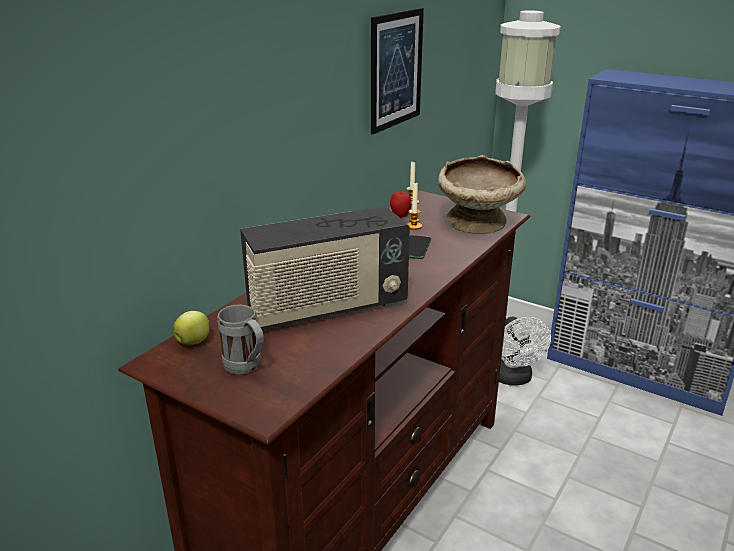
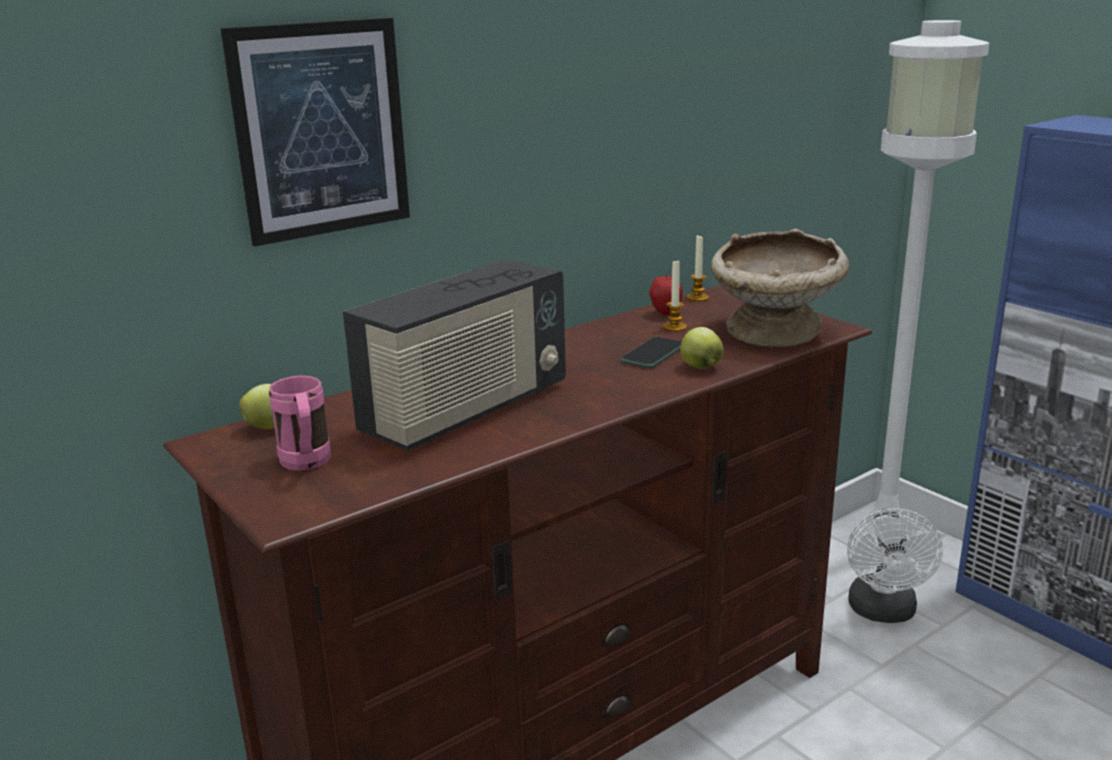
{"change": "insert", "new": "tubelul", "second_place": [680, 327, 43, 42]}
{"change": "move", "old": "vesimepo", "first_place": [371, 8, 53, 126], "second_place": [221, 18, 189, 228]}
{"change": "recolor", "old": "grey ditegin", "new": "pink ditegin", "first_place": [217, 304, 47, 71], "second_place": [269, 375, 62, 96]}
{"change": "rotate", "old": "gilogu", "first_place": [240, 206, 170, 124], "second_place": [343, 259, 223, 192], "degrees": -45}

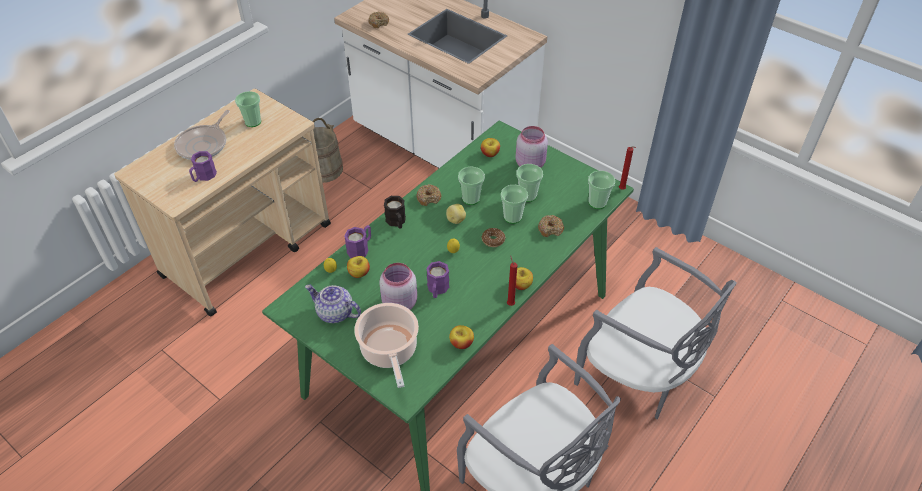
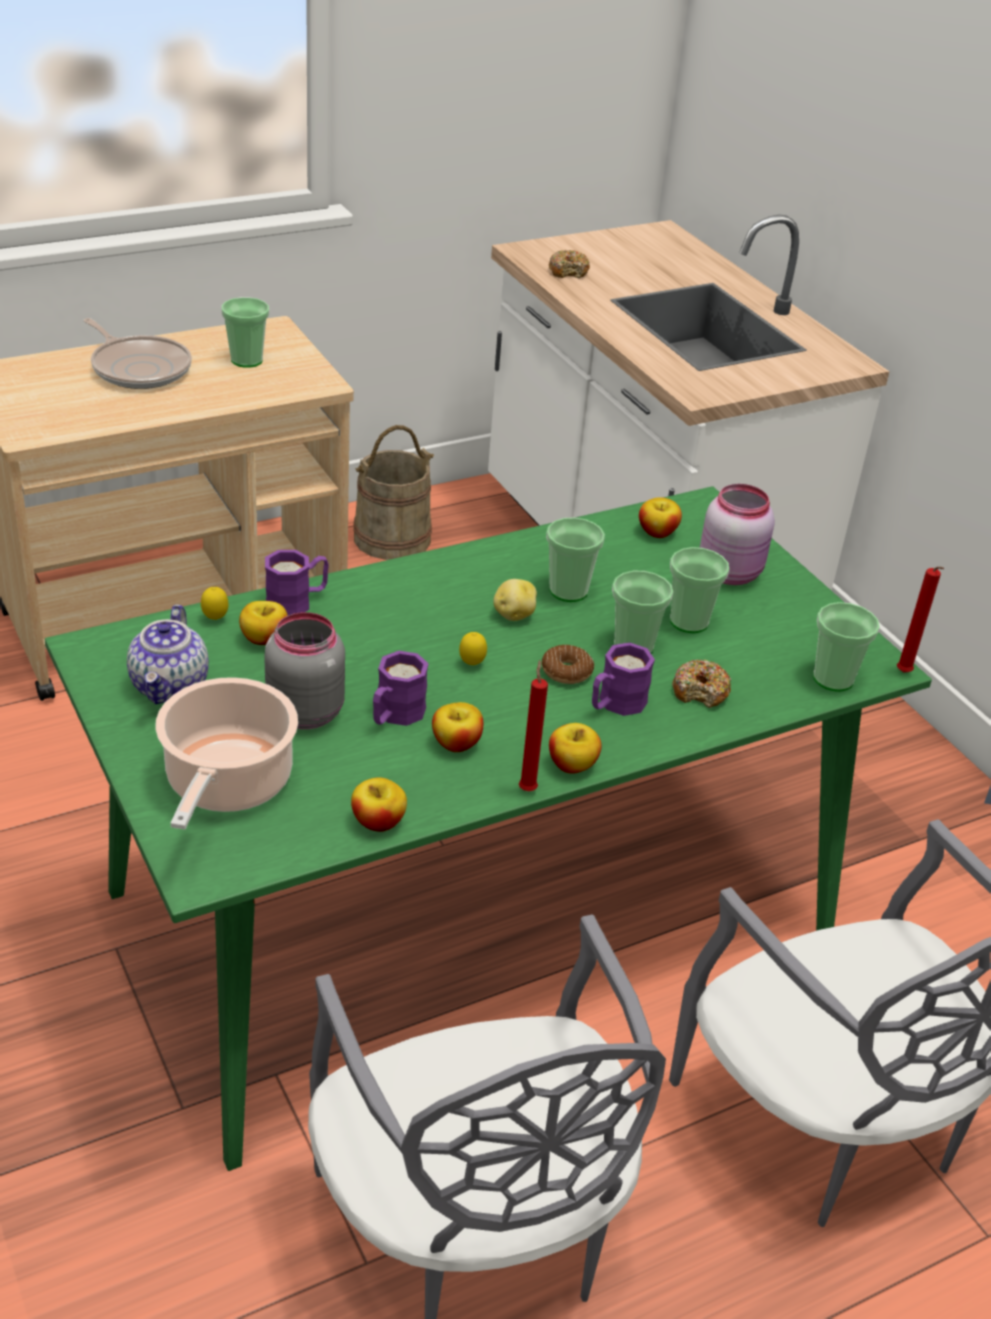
{"change": "delete", "old": "black ditegin", "first_place": [384, 196, 22, 33]}
{"change": "delete", "old": "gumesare", "first_place": [416, 184, 25, 22]}
{"change": "insert", "new": "tubelul", "second_place": [432, 702, 51, 50]}
{"change": "move", "old": "purple ditegin", "first_place": [189, 151, 28, 31], "second_place": [592, 642, 63, 74]}
{"change": "recolor", "old": "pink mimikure", "new": "grey mimikure", "first_place": [379, 263, 38, 47], "second_place": [264, 612, 81, 117]}
{"change": "rotate", "old": "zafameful", "first_place": [174, 110, 56, 50], "second_place": [84, 318, 108, 71], "degrees": -90}
{"change": "rotate", "old": "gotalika", "first_place": [305, 284, 56, 39], "second_place": [127, 604, 82, 100], "degrees": -135}

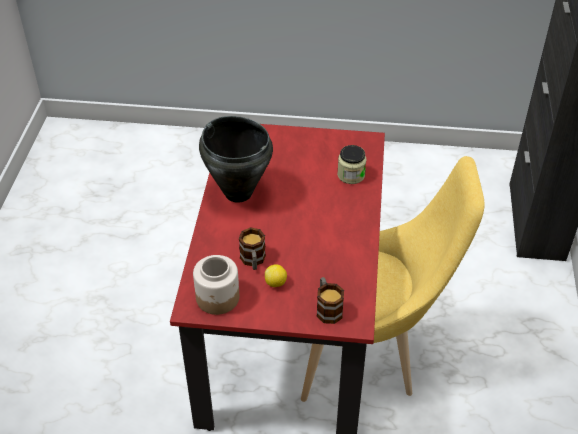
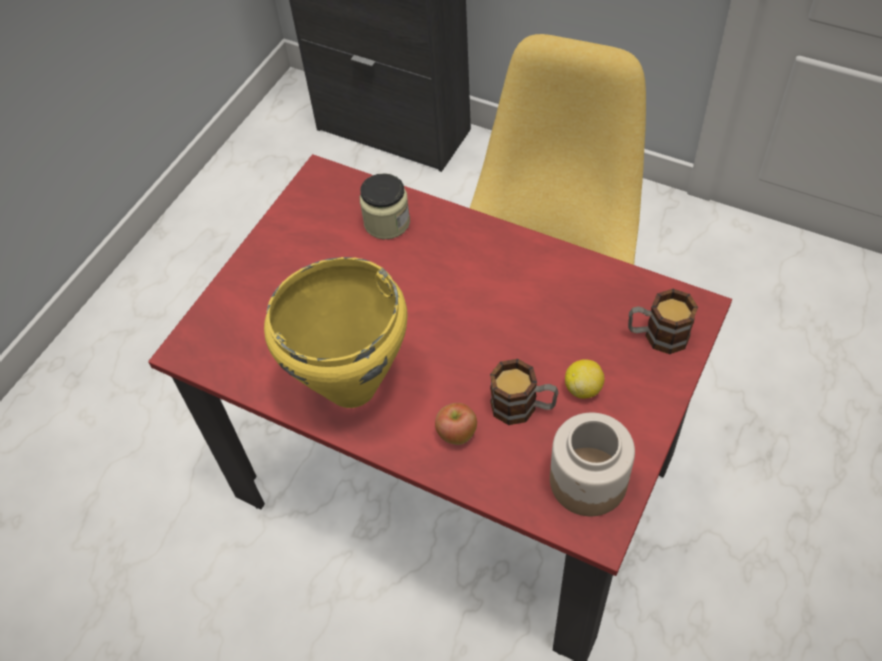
{"change": "insert", "new": "tubelul", "second_place": [435, 403, 42, 42]}
{"change": "recolor", "old": "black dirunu", "new": "yellow dirunu", "first_place": [199, 116, 74, 87], "second_place": [264, 257, 143, 151]}

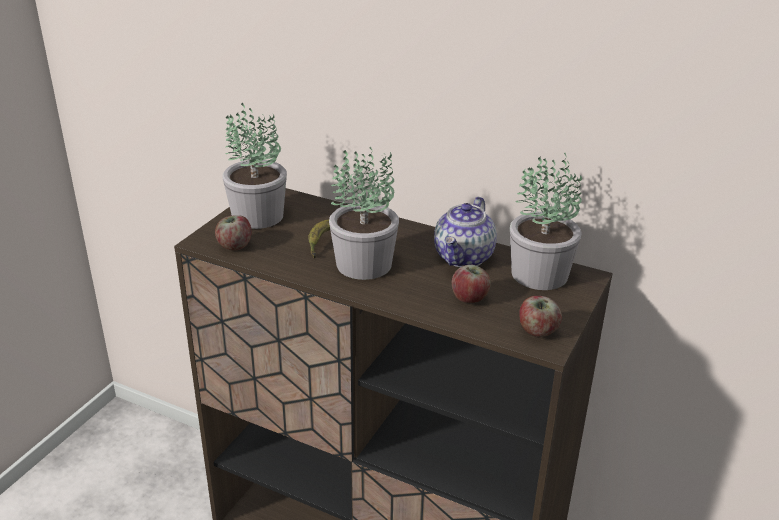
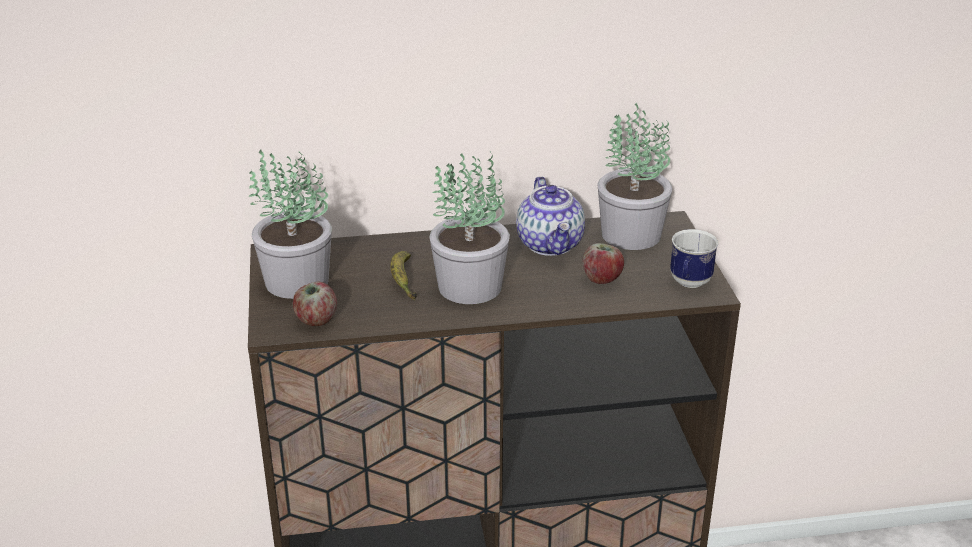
{"change": "replace", "old": "tubelul", "new": "ditegin", "first_place": [519, 296, 43, 41], "second_place": [670, 229, 49, 59]}

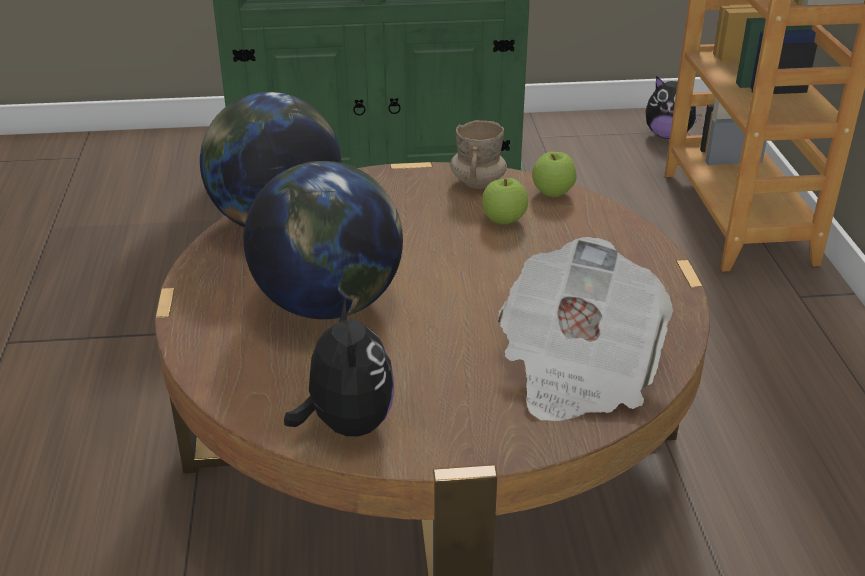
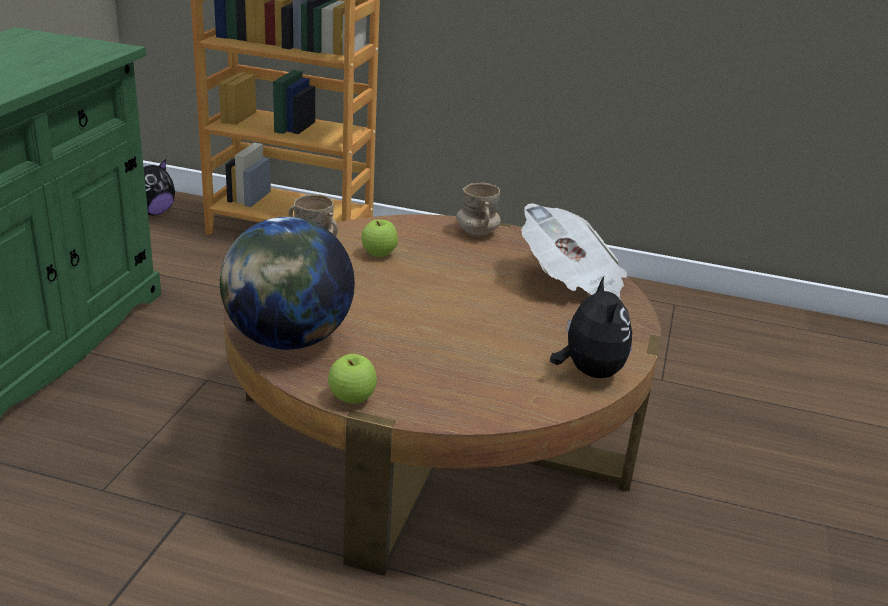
{"change": "delete", "old": "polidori", "first_place": [244, 161, 159, 158]}
{"change": "insert", "new": "beige ditegin", "second_place": [456, 183, 45, 54]}
{"change": "move", "old": "tubelul", "first_place": [532, 152, 45, 45], "second_place": [328, 354, 49, 50]}
{"change": "rotate", "old": "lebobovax", "first_place": [284, 297, 110, 139], "second_place": [550, 276, 82, 102], "degrees": 75}

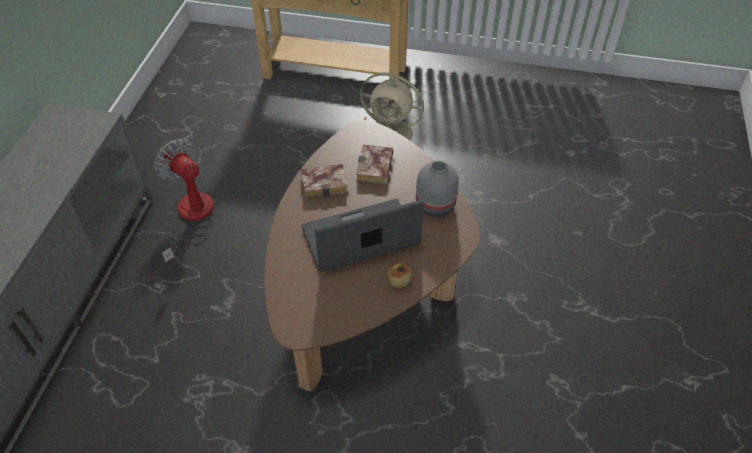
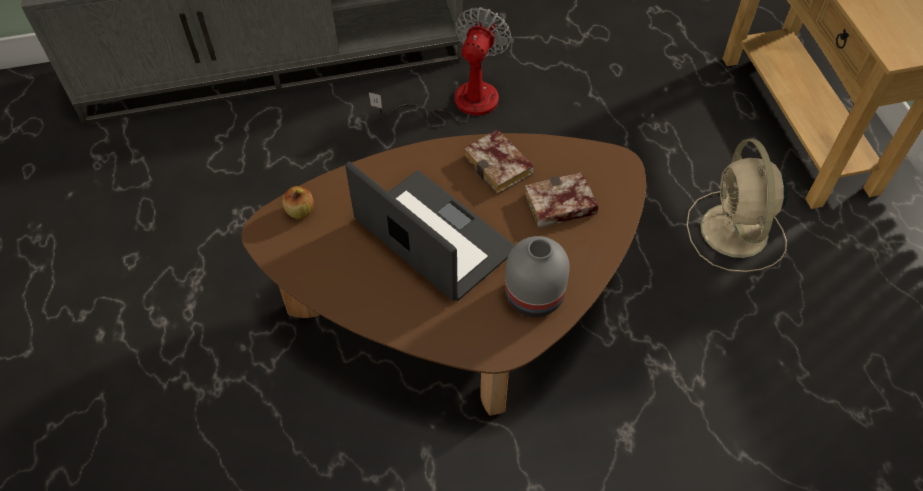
{"change": "move", "old": "tubelul", "first_place": [387, 262, 24, 26], "second_place": [282, 186, 32, 33]}

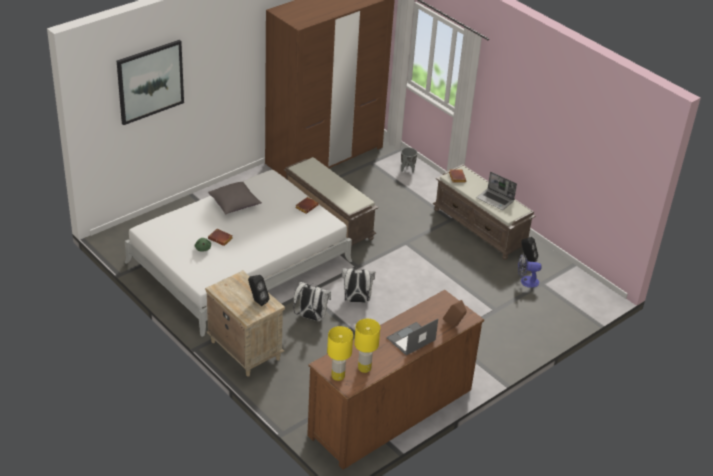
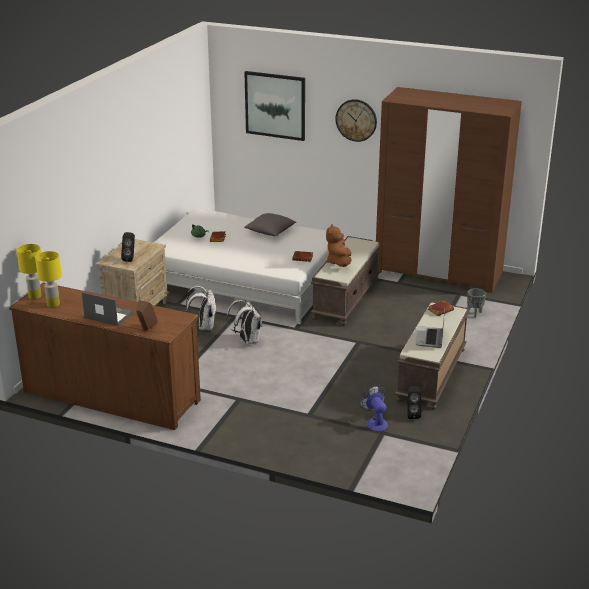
{"change": "insert", "new": "brown lebobovax", "second_place": [326, 224, 25, 43]}
{"change": "insert", "new": "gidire", "second_place": [336, 99, 41, 43]}

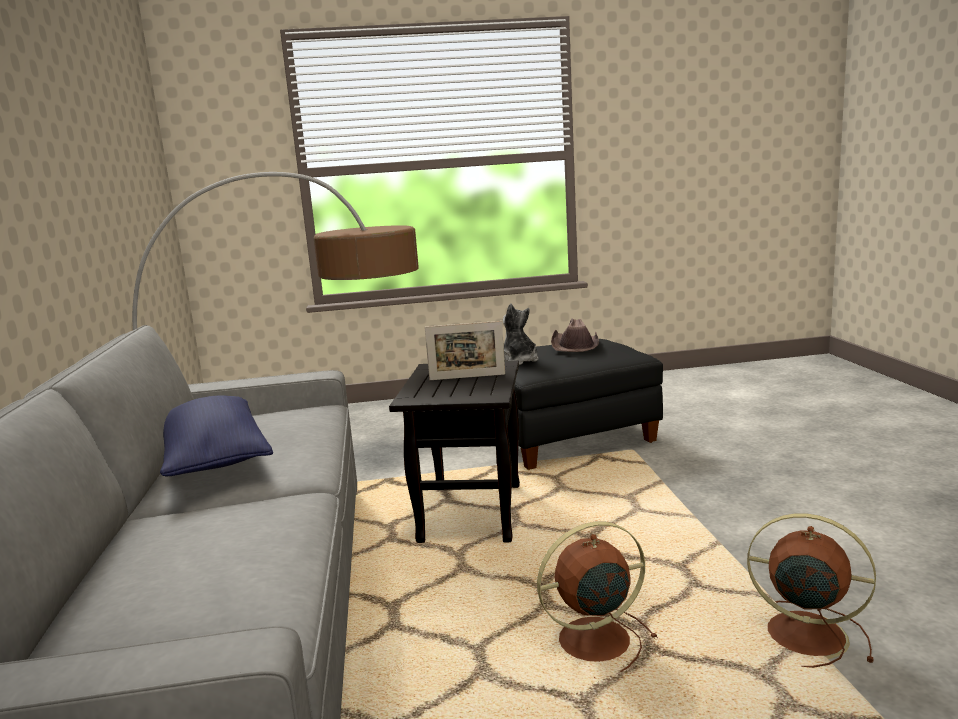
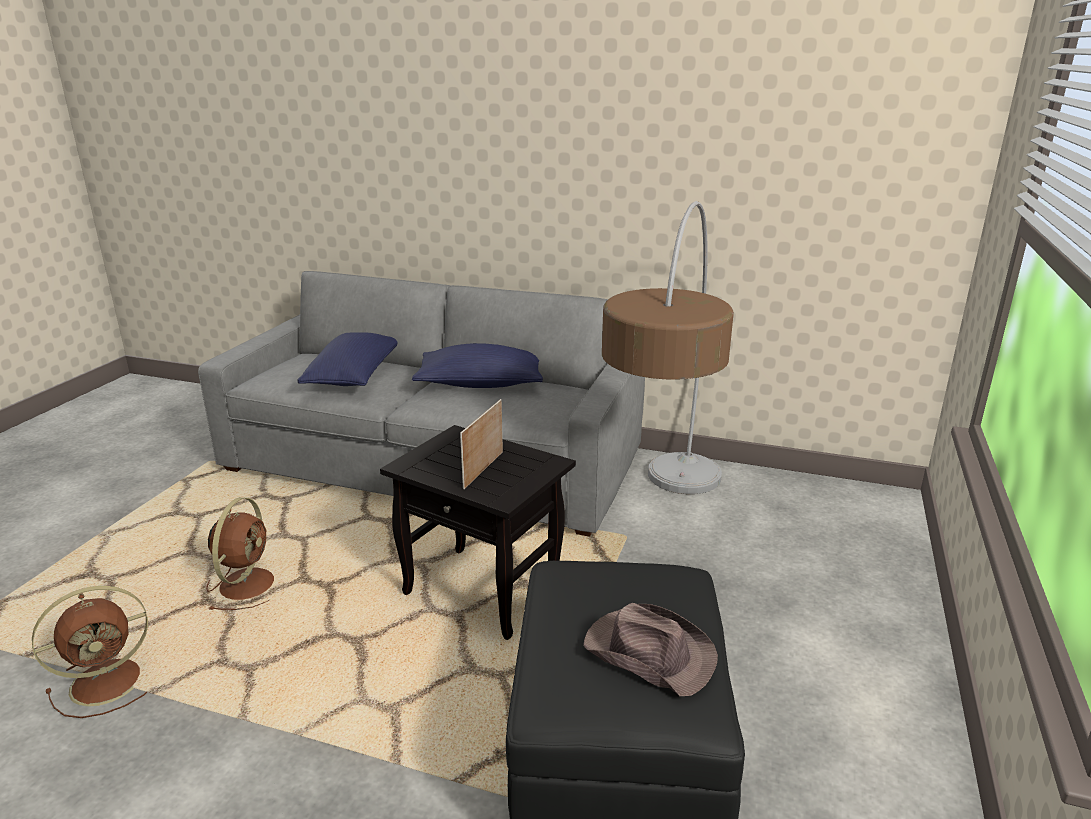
{"change": "delete", "old": "lebobovax", "first_place": [503, 303, 35, 62]}
{"change": "insert", "new": "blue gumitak", "second_place": [297, 332, 100, 54]}

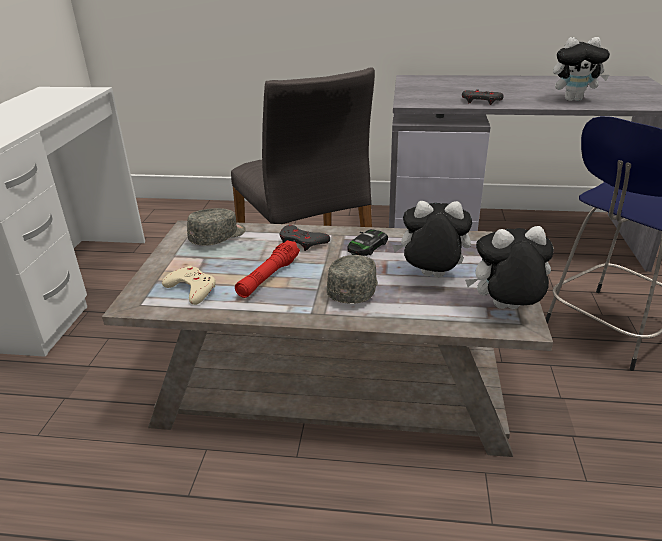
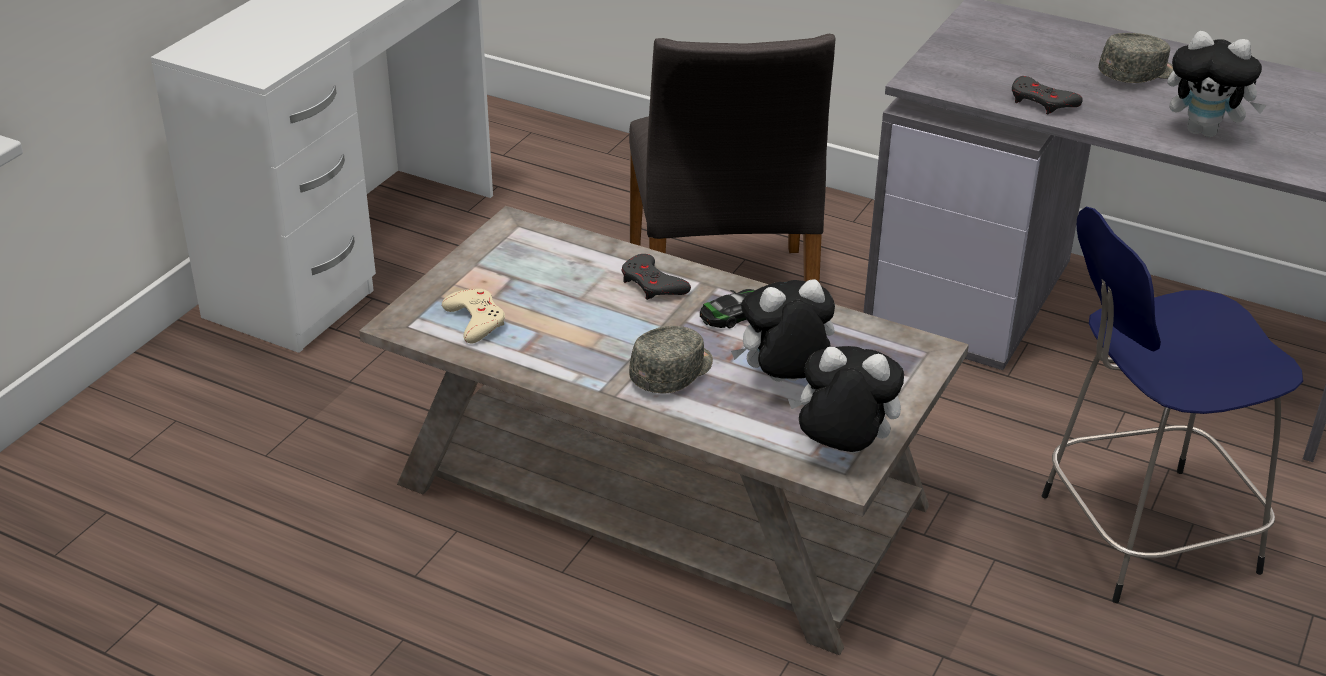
{"change": "delete", "old": "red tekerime", "first_place": [235, 240, 65, 58]}
{"change": "move", "old": "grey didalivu", "first_place": [187, 208, 59, 38], "second_place": [1098, 33, 76, 50]}
{"change": "rotate", "old": "lebobovax", "first_place": [392, 201, 80, 77], "second_place": [731, 279, 104, 103], "degrees": -45}

